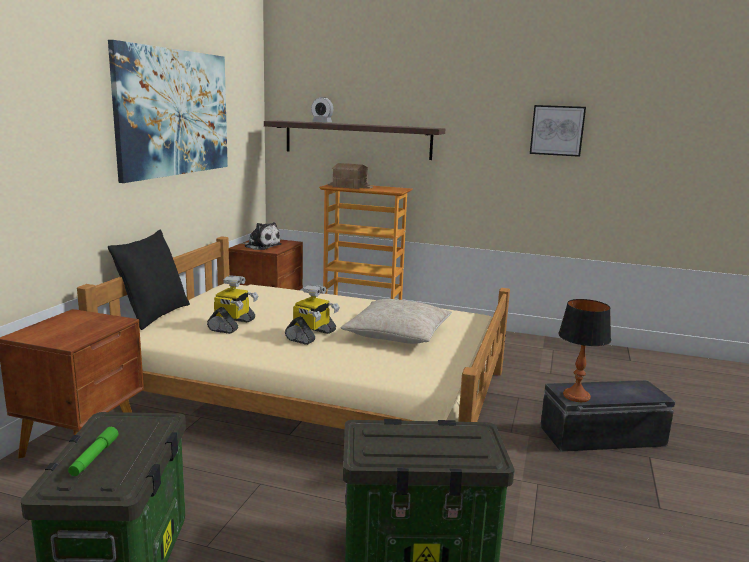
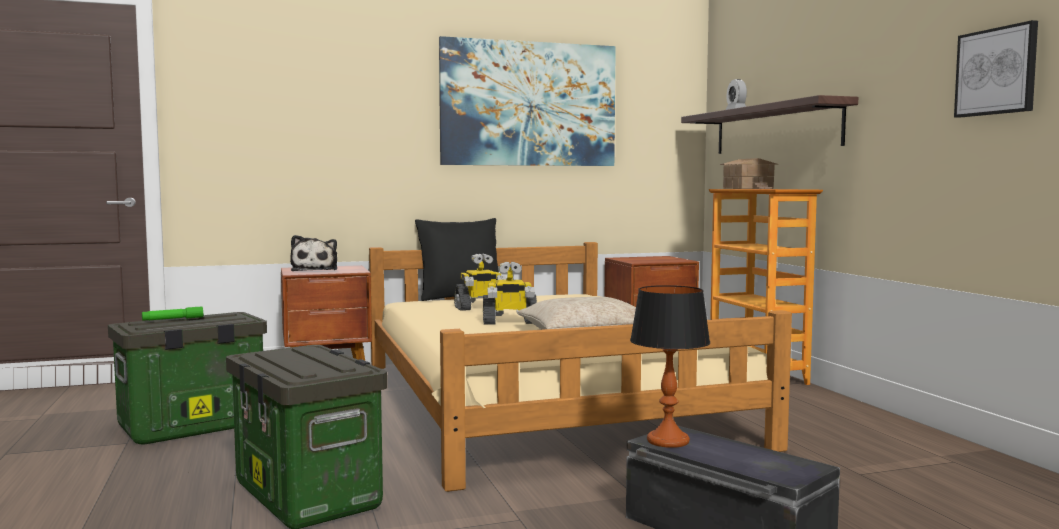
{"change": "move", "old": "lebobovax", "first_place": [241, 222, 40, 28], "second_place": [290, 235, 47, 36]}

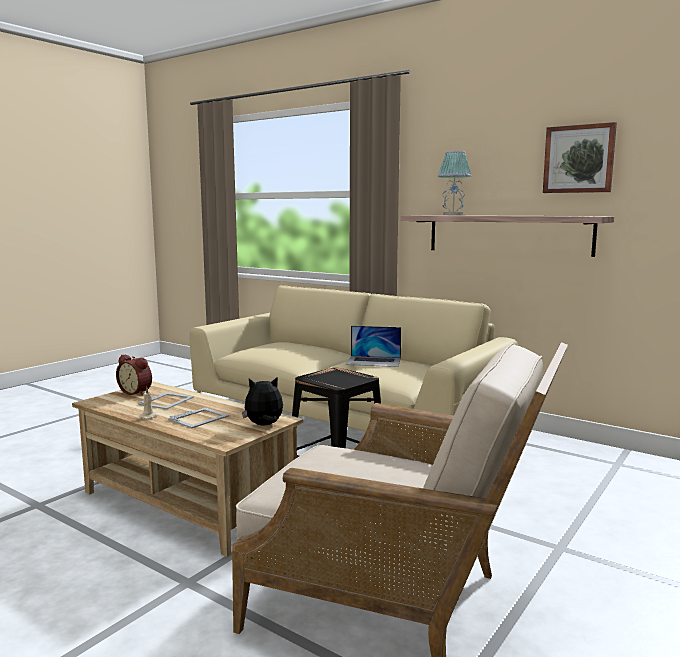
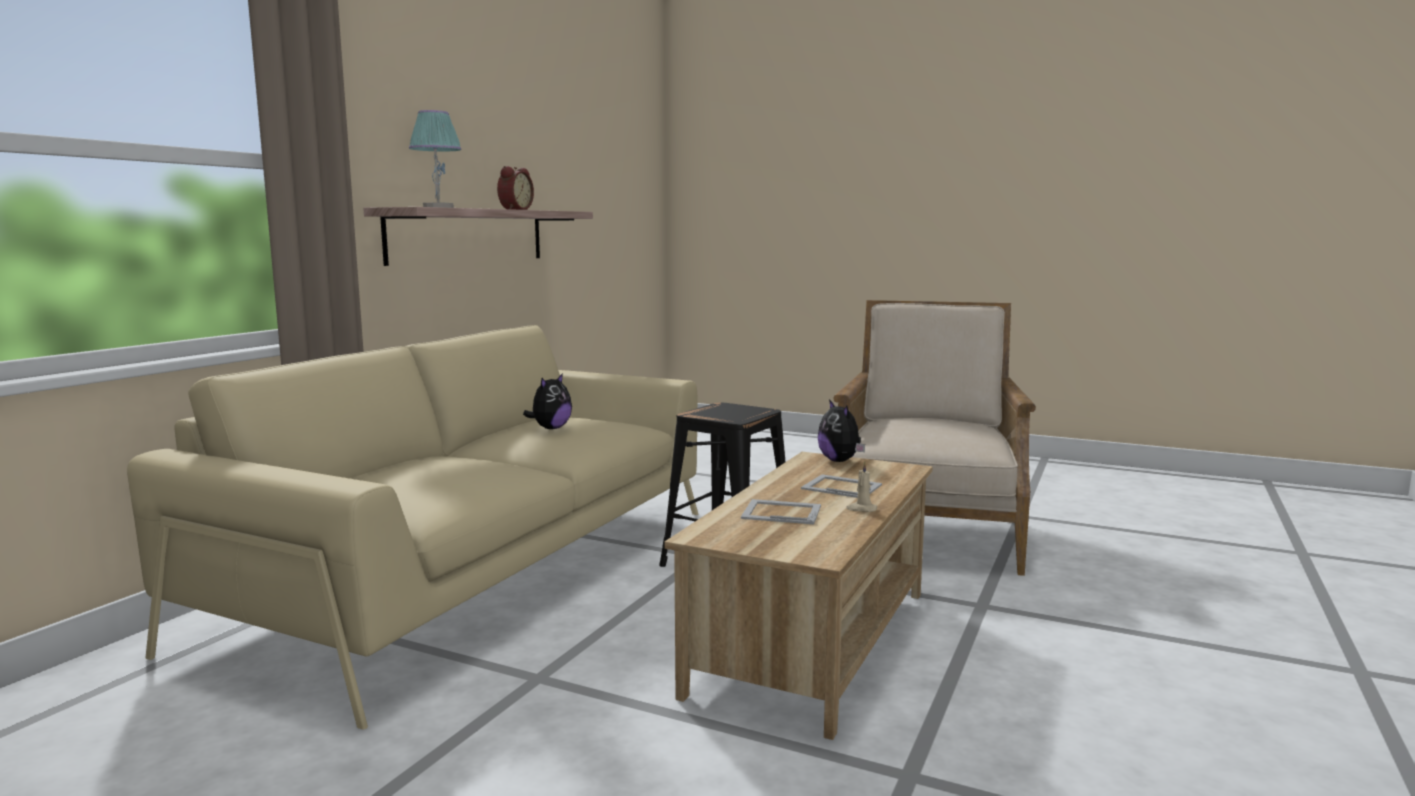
{"change": "delete", "old": "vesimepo", "first_place": [543, 122, 74, 71]}
{"change": "move", "old": "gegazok", "first_place": [116, 354, 36, 42], "second_place": [497, 166, 37, 44]}
{"change": "replace", "old": "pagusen", "new": "lebobovax", "first_place": [346, 326, 55, 41], "second_place": [523, 373, 49, 56]}

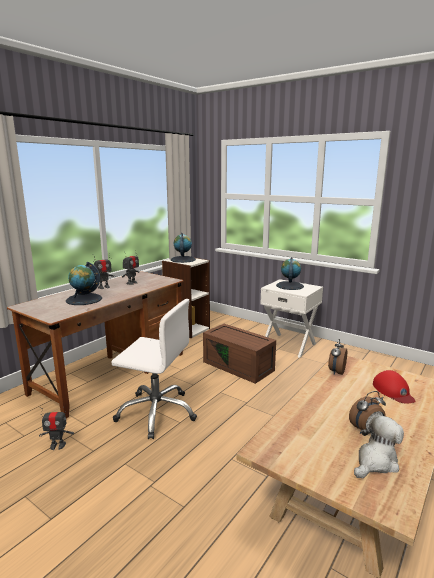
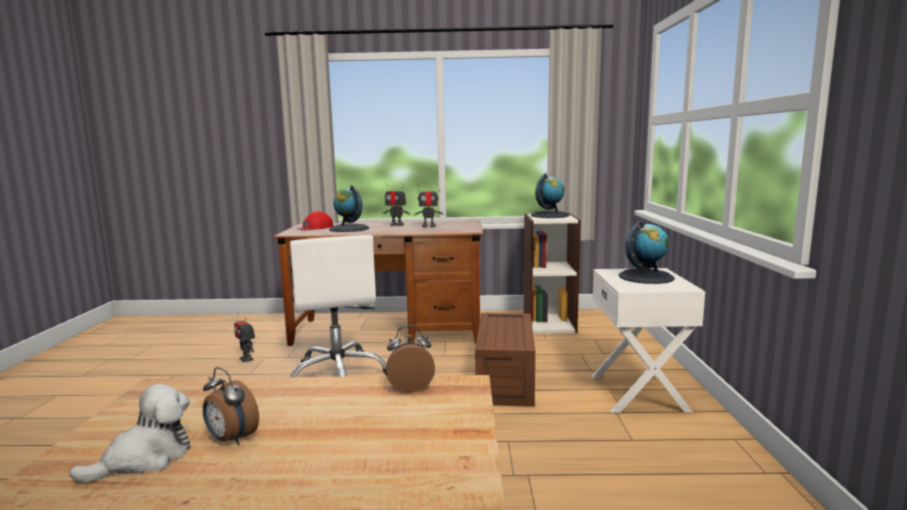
{"change": "move", "old": "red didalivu", "first_place": [373, 370, 42, 33], "second_place": [297, 211, 36, 19]}
{"change": "rotate", "old": "lebobovax", "first_place": [354, 415, 50, 63], "second_place": [69, 384, 121, 99], "degrees": -60}

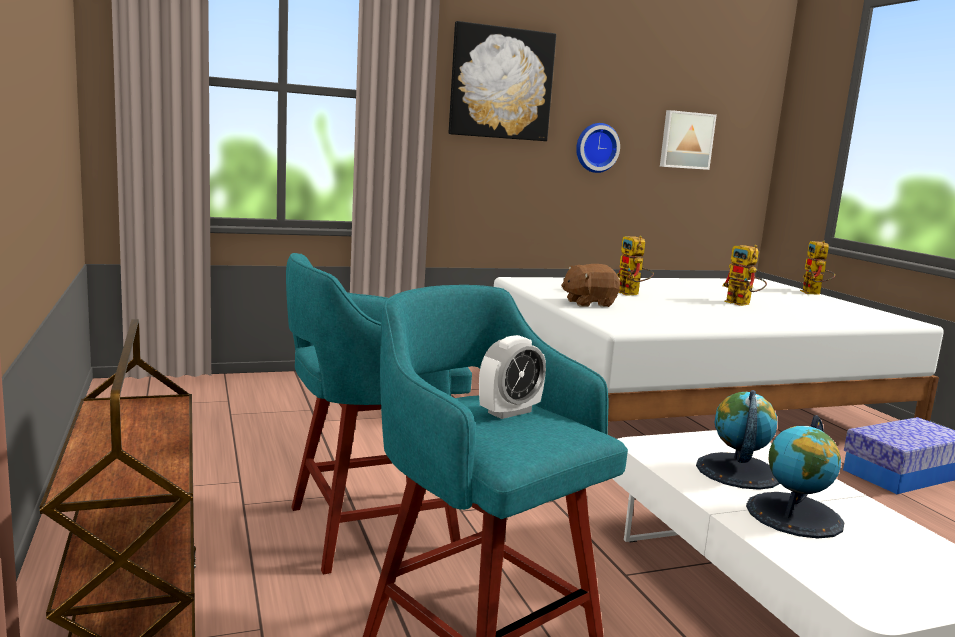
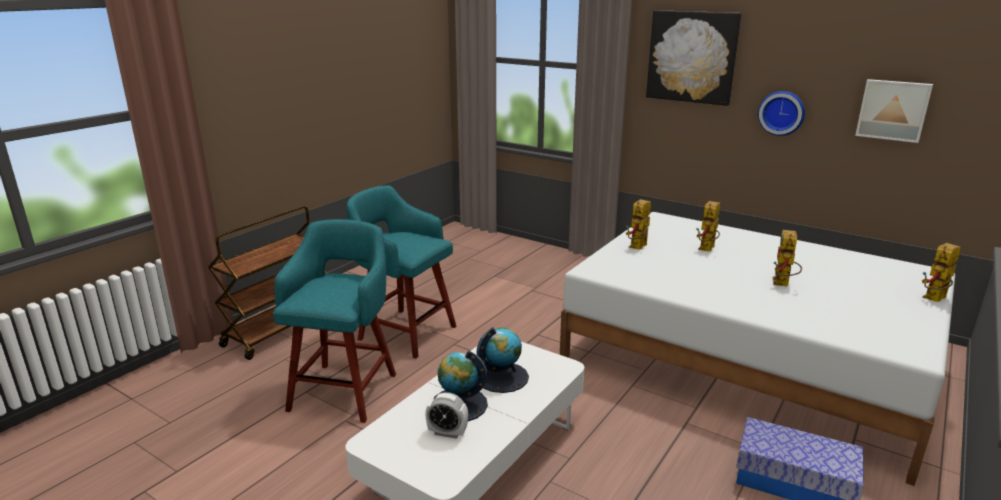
{"change": "move", "old": "gegazok", "first_place": [479, 335, 67, 84], "second_place": [425, 392, 43, 47]}
{"change": "replace", "old": "brown lebobovax", "new": "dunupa", "first_place": [561, 264, 59, 43], "second_place": [626, 199, 25, 51]}

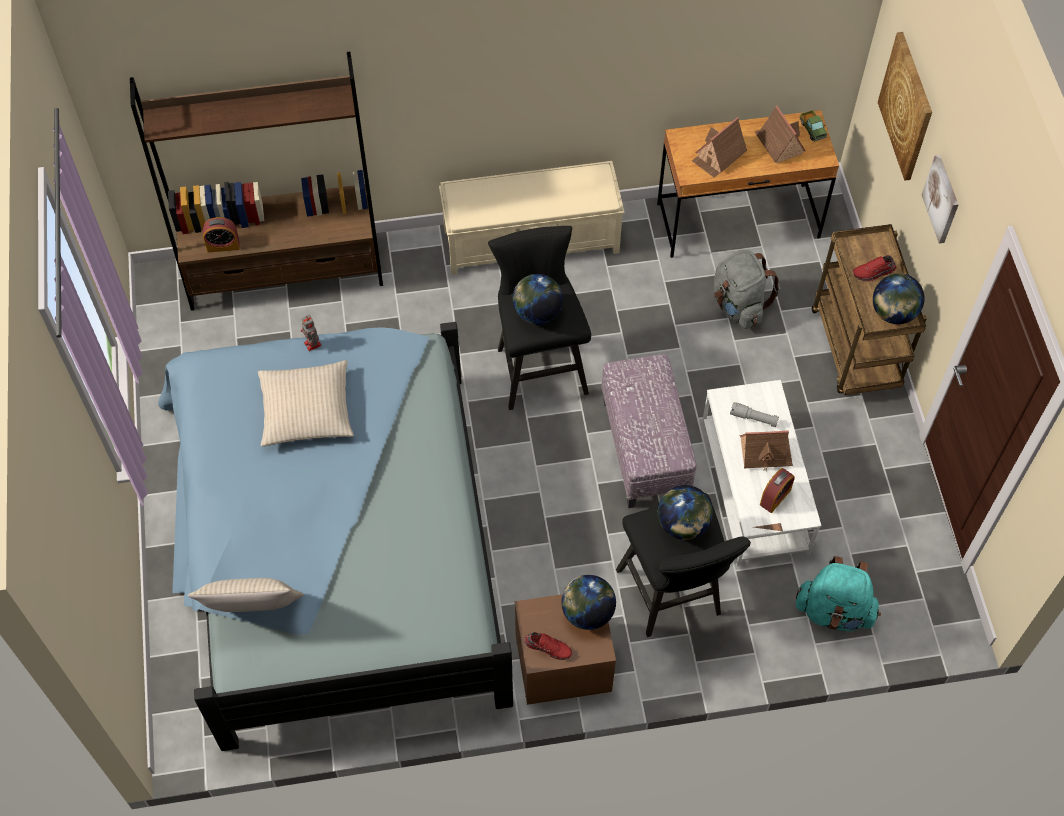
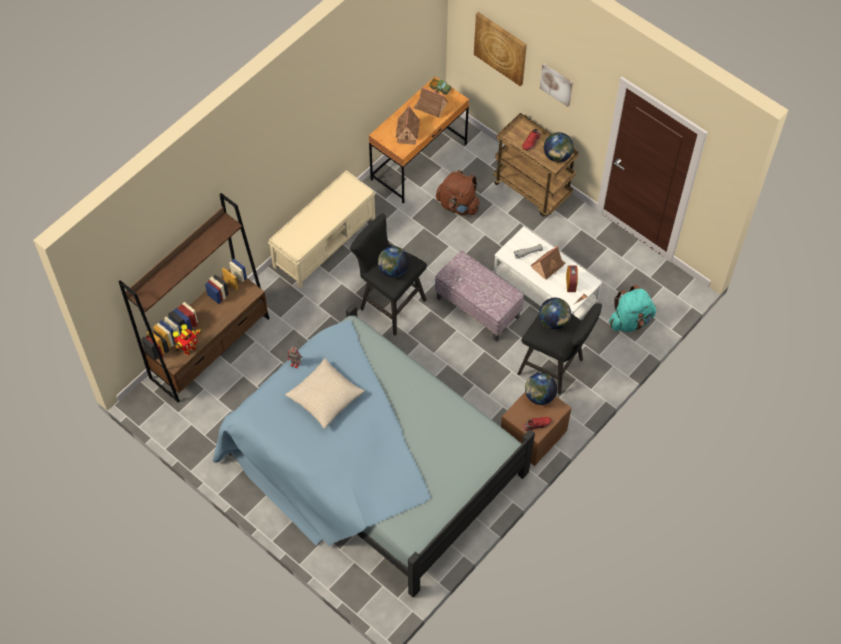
{"change": "delete", "old": "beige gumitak", "first_place": [188, 578, 116, 34]}
{"change": "replace", "old": "gegazok", "new": "dunupa", "first_place": [203, 217, 36, 36], "second_place": [173, 324, 30, 31]}
{"change": "recolor", "old": "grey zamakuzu", "new": "brown zamakuzu", "first_place": [713, 250, 67, 79], "second_place": [436, 170, 44, 45]}

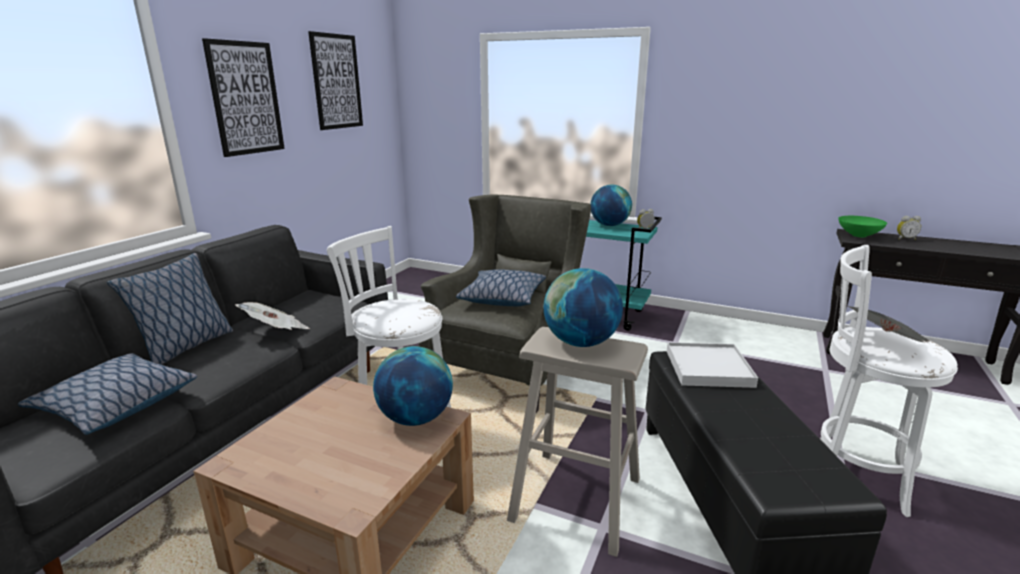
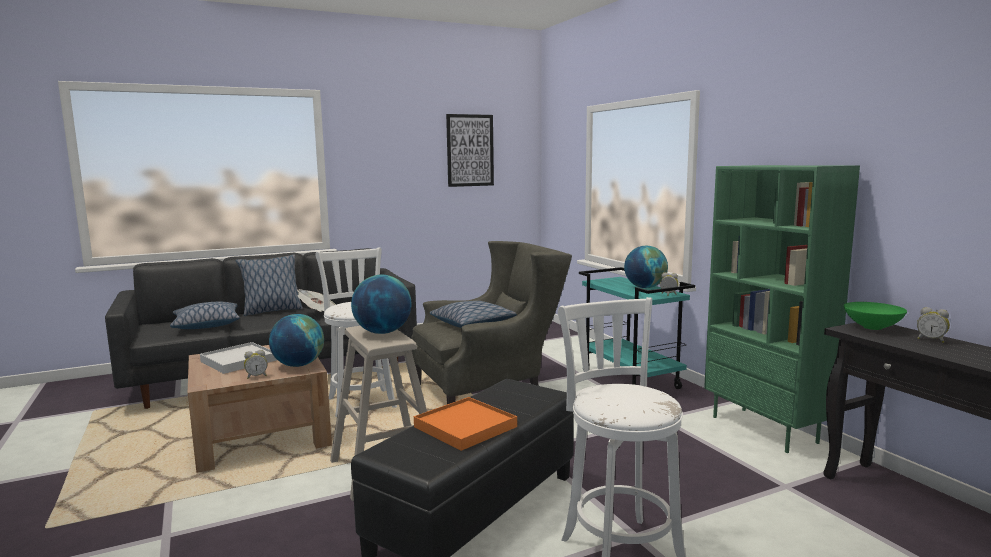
{"change": "delete", "old": "vesimepo", "first_place": [202, 38, 83, 119]}
{"change": "delete", "old": "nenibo", "first_place": [848, 306, 81, 37]}
{"change": "insert", "new": "gegazok", "second_place": [244, 350, 23, 29]}
{"change": "insert", "new": "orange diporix", "second_place": [414, 397, 103, 54]}
{"change": "insert", "new": "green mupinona", "second_place": [704, 165, 156, 288]}
{"change": "move", "old": "white diporix", "first_place": [667, 342, 91, 46], "second_place": [200, 342, 77, 32]}

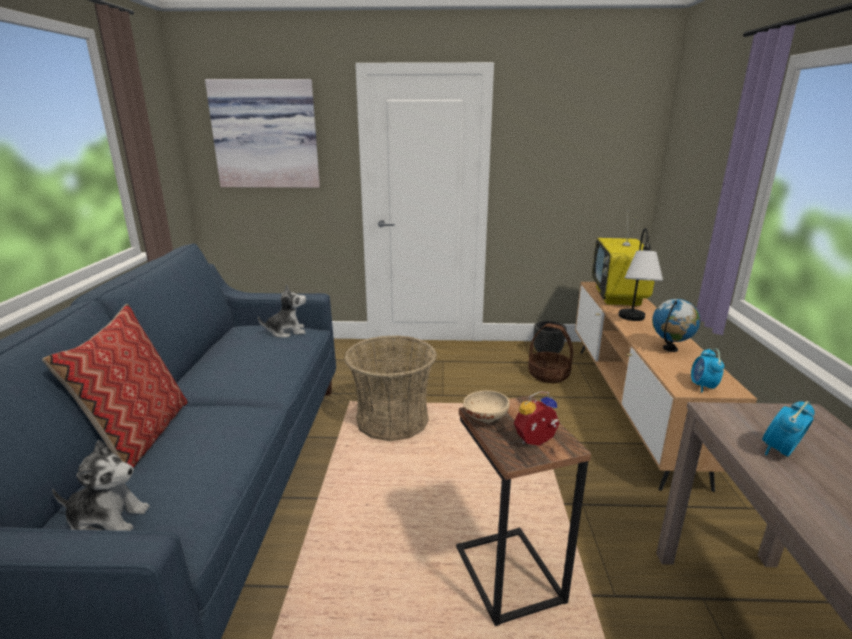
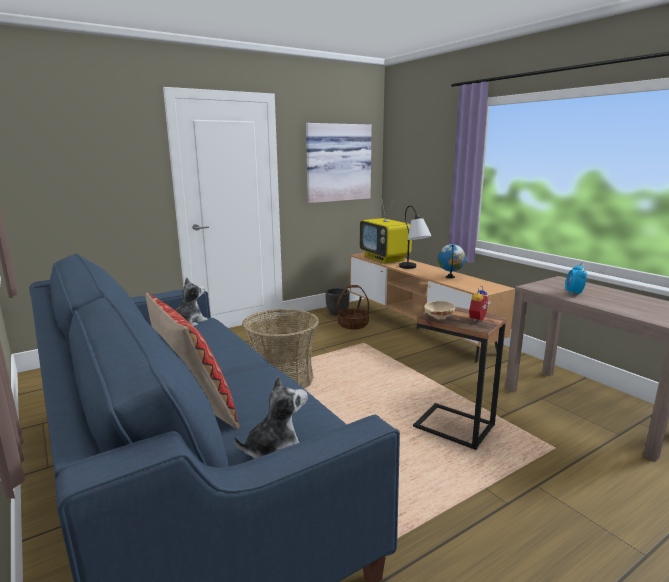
{"change": "delete", "old": "gegazok", "first_place": [691, 348, 33, 45]}
{"change": "move", "old": "vesimepo", "first_place": [205, 79, 115, 109], "second_place": [306, 123, 66, 80]}

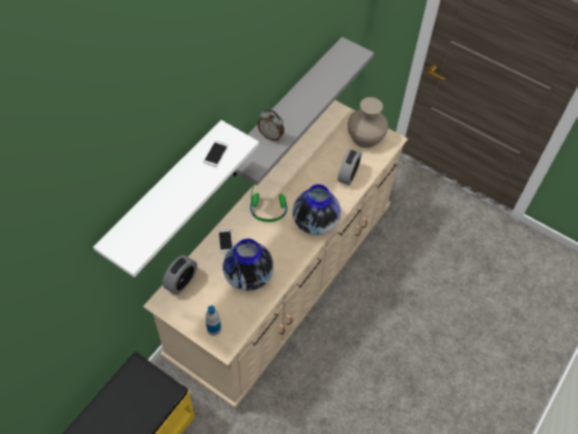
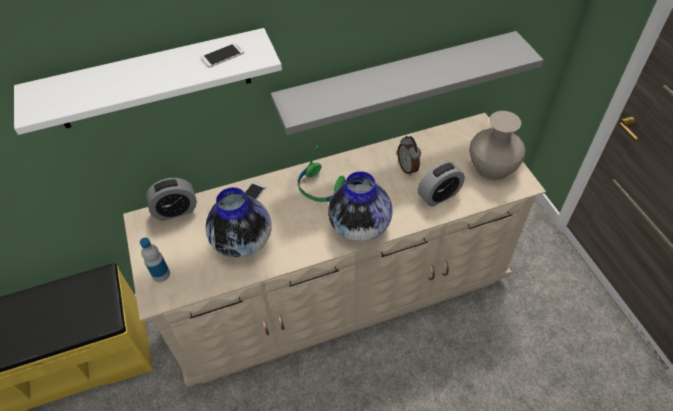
{"change": "move", "old": "gegazok", "first_place": [258, 110, 26, 31], "second_place": [397, 136, 24, 40]}

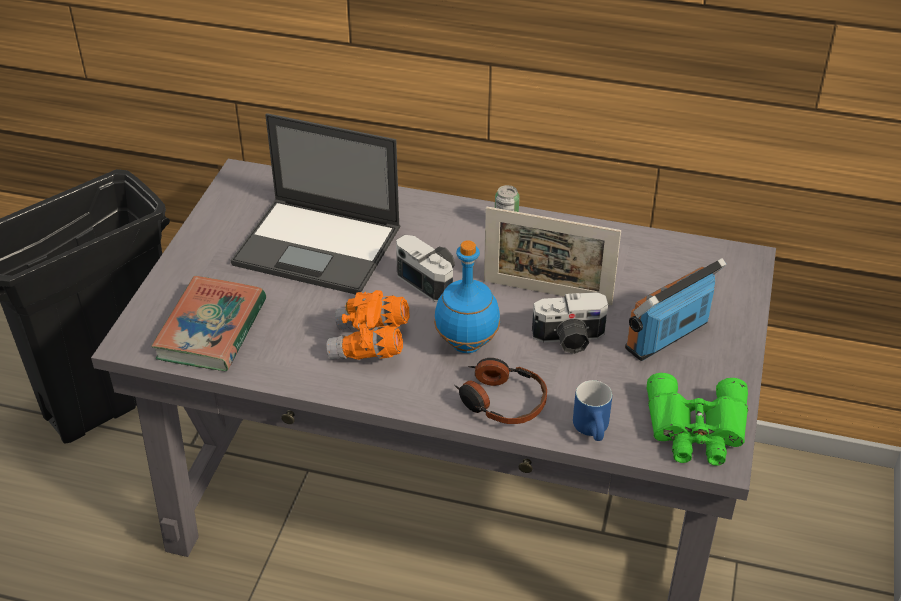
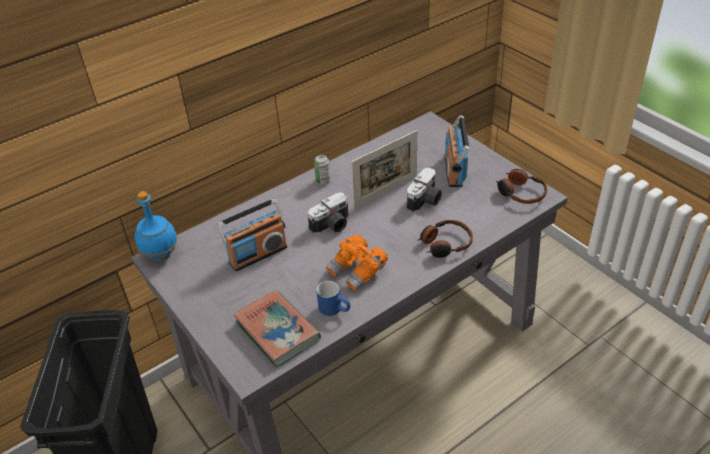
{"change": "move", "old": "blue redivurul", "first_place": [434, 240, 66, 113], "second_place": [135, 191, 43, 70]}
{"change": "move", "old": "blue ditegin", "first_place": [573, 380, 39, 61], "second_place": [317, 281, 33, 35]}
{"change": "replace", "old": "pagusen", "new": "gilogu", "first_place": [230, 113, 170, 182], "second_place": [217, 199, 70, 73]}
{"change": "replace", "old": "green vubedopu", "new": "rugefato", "first_place": [647, 373, 101, 93], "second_place": [496, 169, 51, 35]}
{"change": "rotate", "old": "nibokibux", "first_place": [396, 235, 59, 67], "second_place": [308, 192, 40, 42], "degrees": 150}

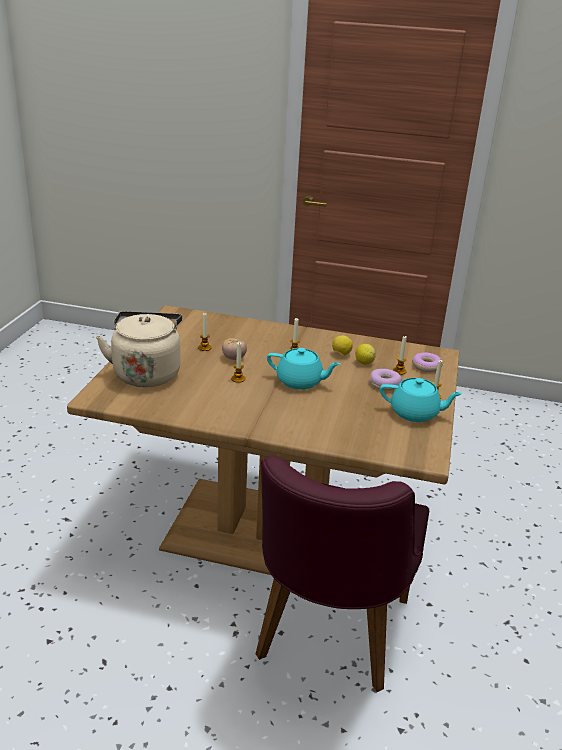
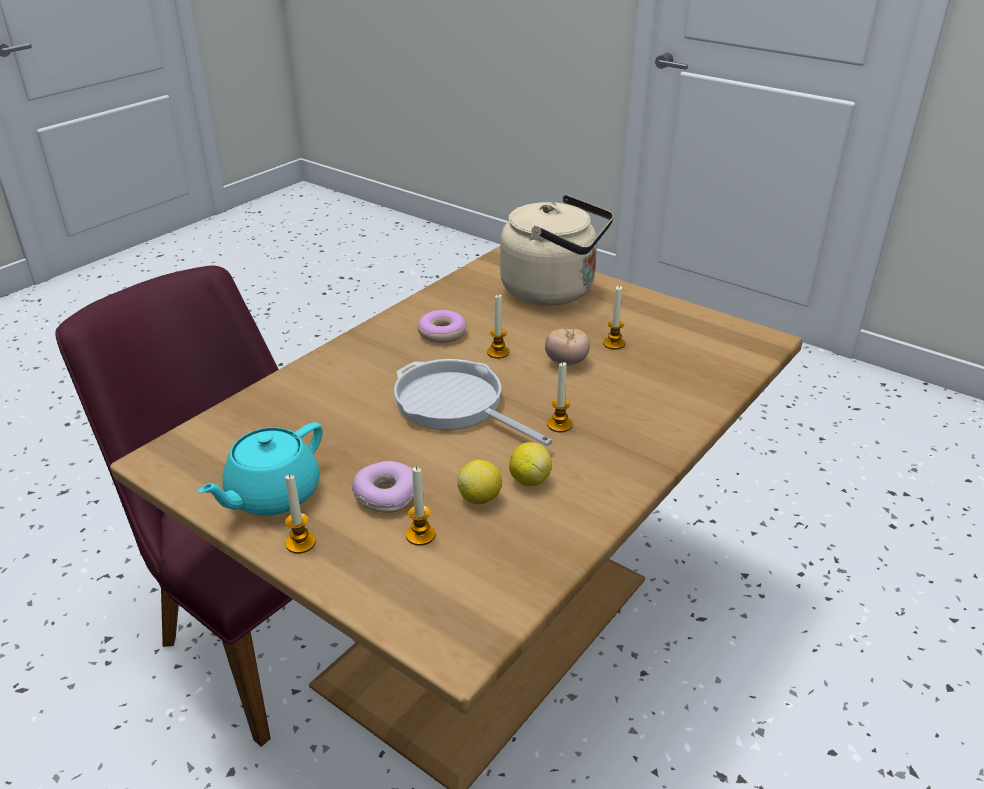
{"change": "move", "old": "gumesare", "first_place": [412, 352, 31, 20], "second_place": [418, 310, 49, 33]}
{"change": "replace", "old": "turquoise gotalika", "new": "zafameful", "first_place": [267, 348, 74, 41], "second_place": [394, 359, 159, 87]}

